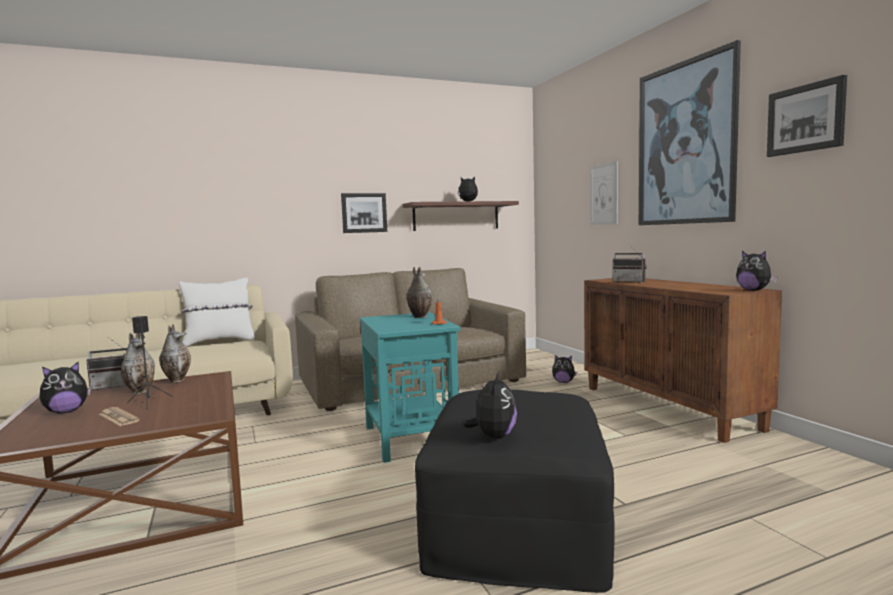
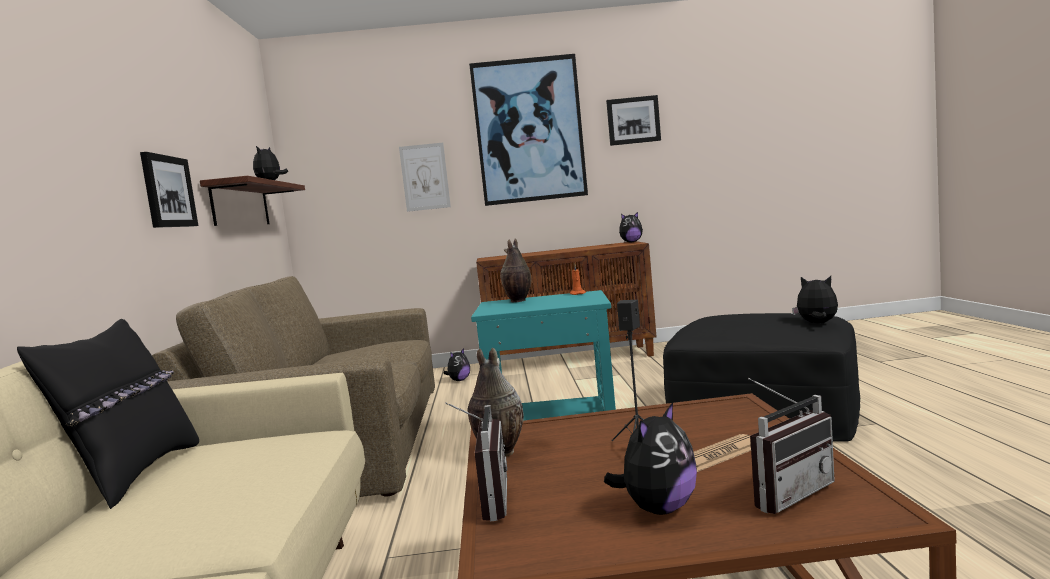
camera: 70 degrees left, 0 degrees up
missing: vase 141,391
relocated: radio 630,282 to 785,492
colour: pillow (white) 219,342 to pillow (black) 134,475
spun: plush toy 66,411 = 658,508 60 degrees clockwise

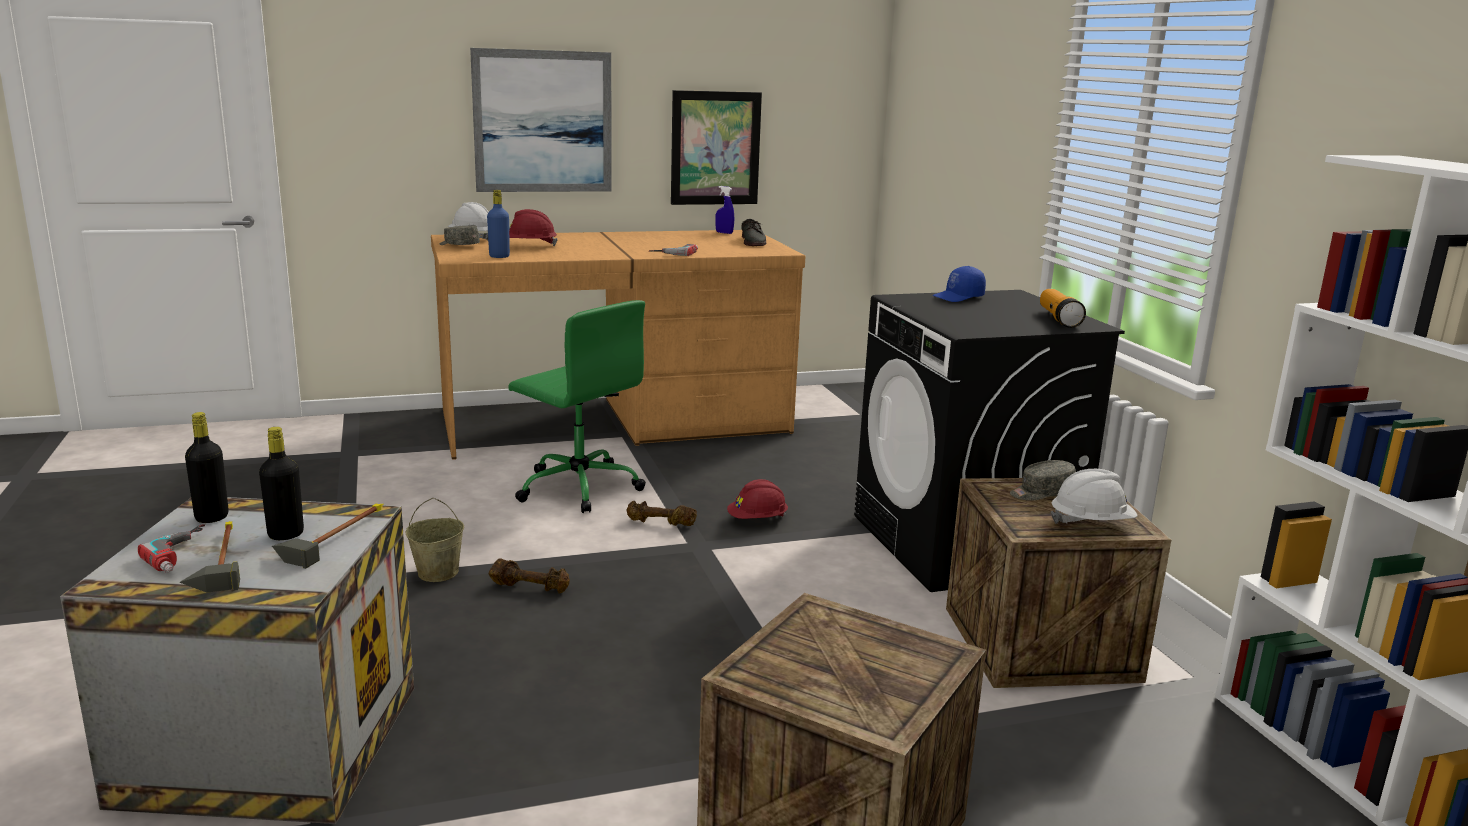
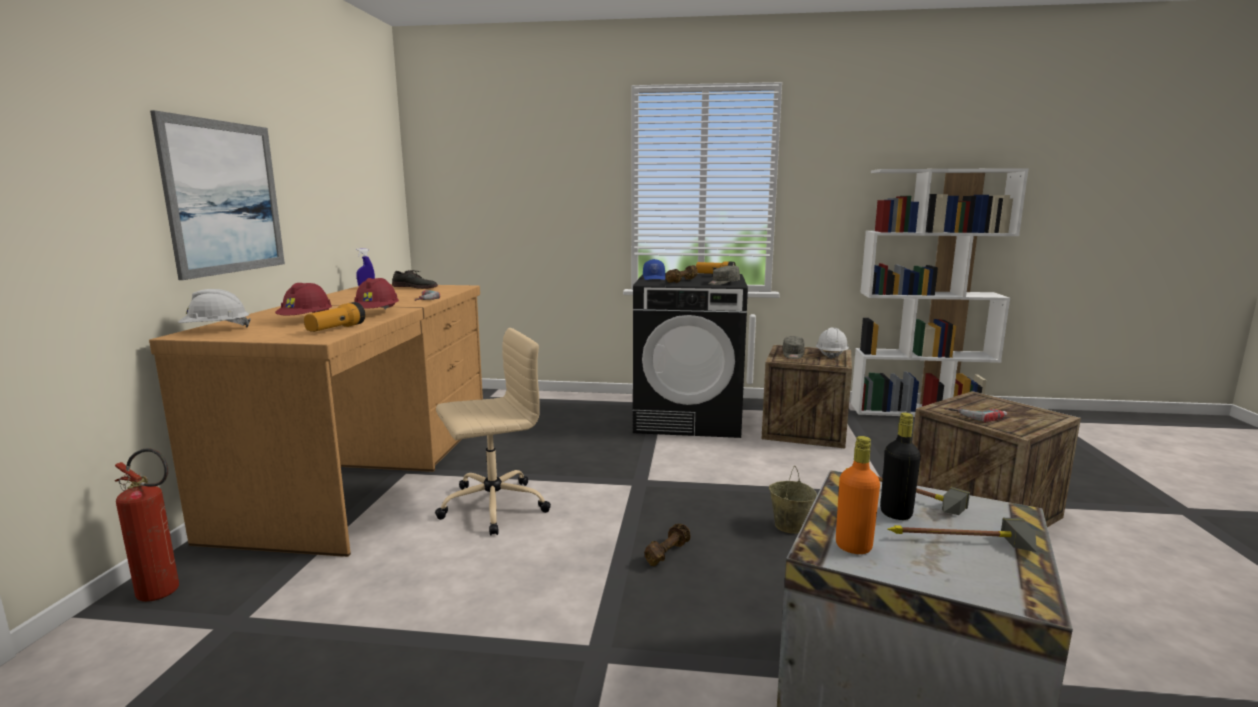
camera: 65 degrees left, 5 degrees down
missing: picture 715,148
appeared: fire extinguisher 165,593
relocated: power drill 186,554 to 975,415; bucket (beige) 438,573 to 789,525; cap (grey) 458,246 to 723,283; dumbbell (brown) 660,524 to 682,281; hard hat (red) 757,520 to 377,313
exchanged: bottle (blue) 499,256 to flashlight 336,329
colour: bottle (black) 212,517 to bottle (orange) 853,547; office chair (green) 578,487 to office chair (beige) 491,506

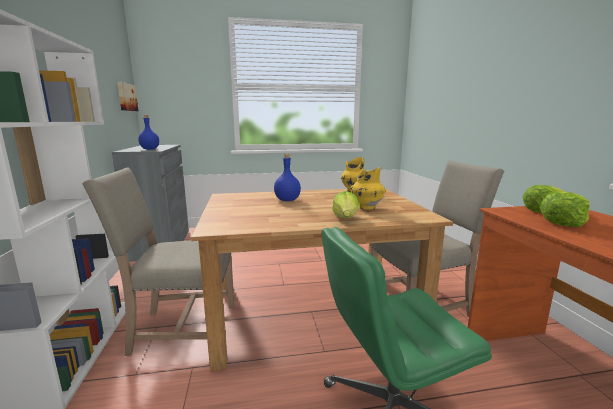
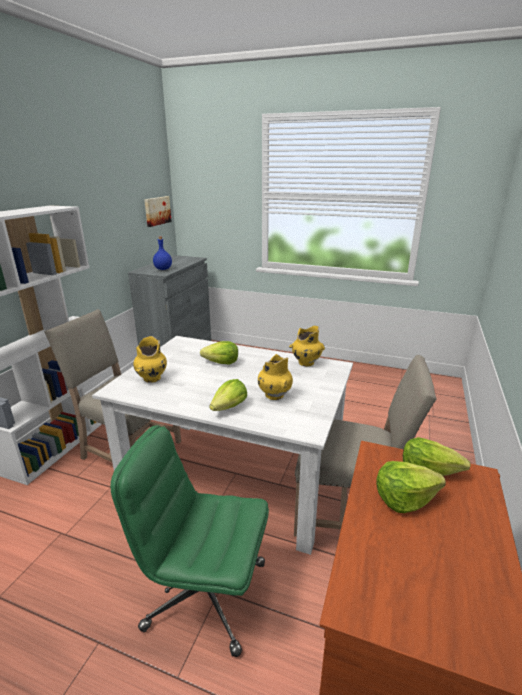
camera: 30 degrees right, 10 degrees up
appeared: vase (yellow) 151,379
exchanged: bottle (blue) 288,200 to lettuce 221,363
colour: dining table (brown) 313,312 to dining table (white) 237,474

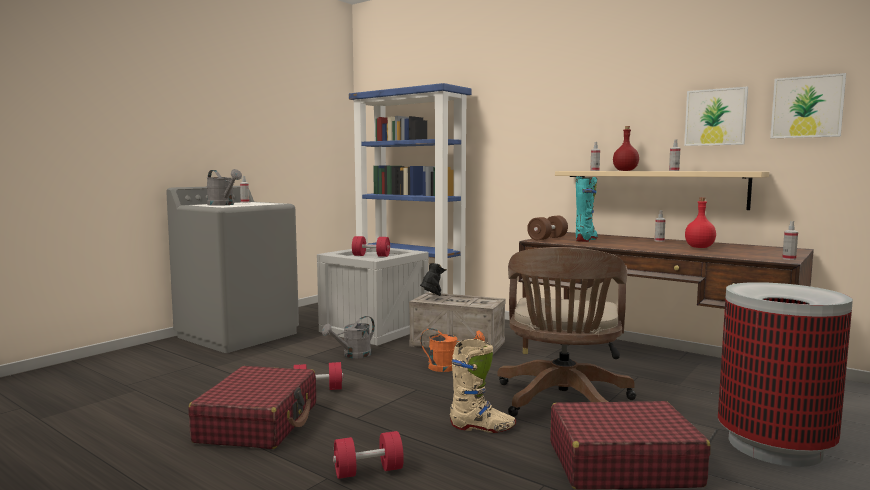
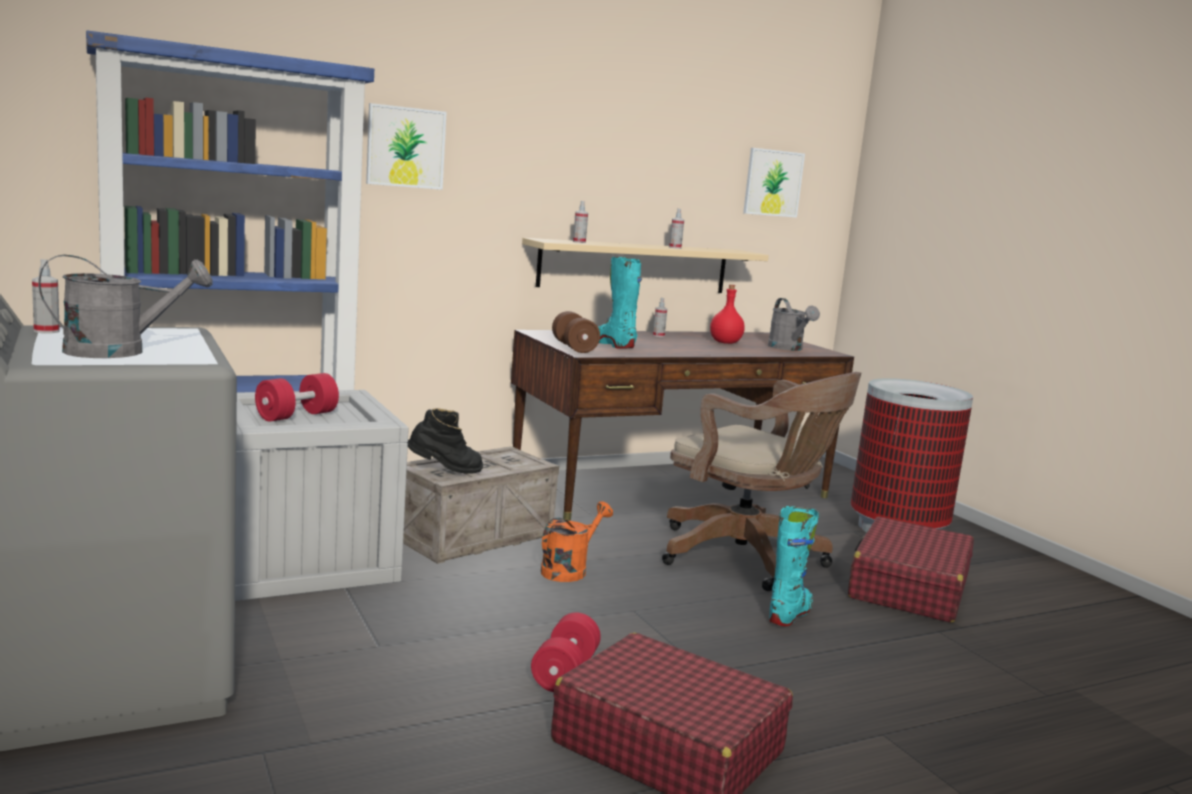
camera: 65 degrees left, 5 degrees up
missing: dumbbell (red) 368,471; bottle (red) 625,170; spray bottle 789,259
relocated: watering can (grey) 352,355 to 788,348; picture 715,117 to 406,147
colour: boot (beige) 482,428 to boot (turquoise) 790,614
spun: boot (black) 432,298 = 445,471 120 degrees clockwise

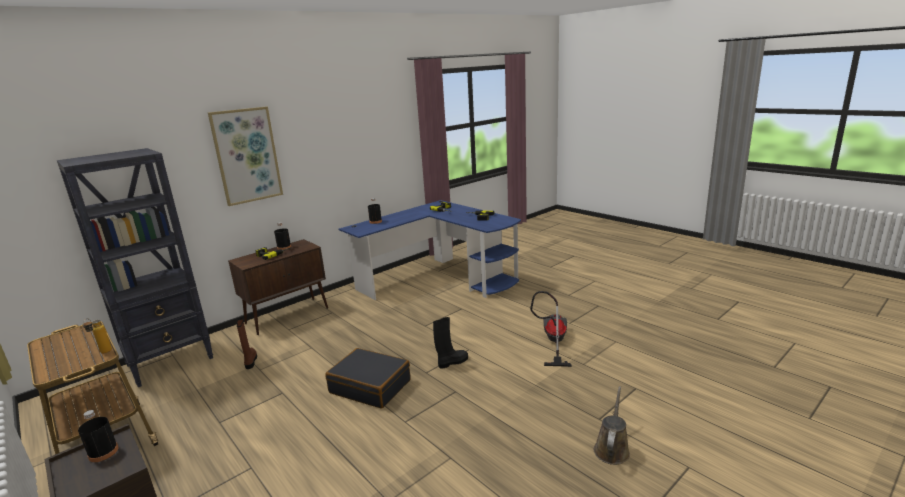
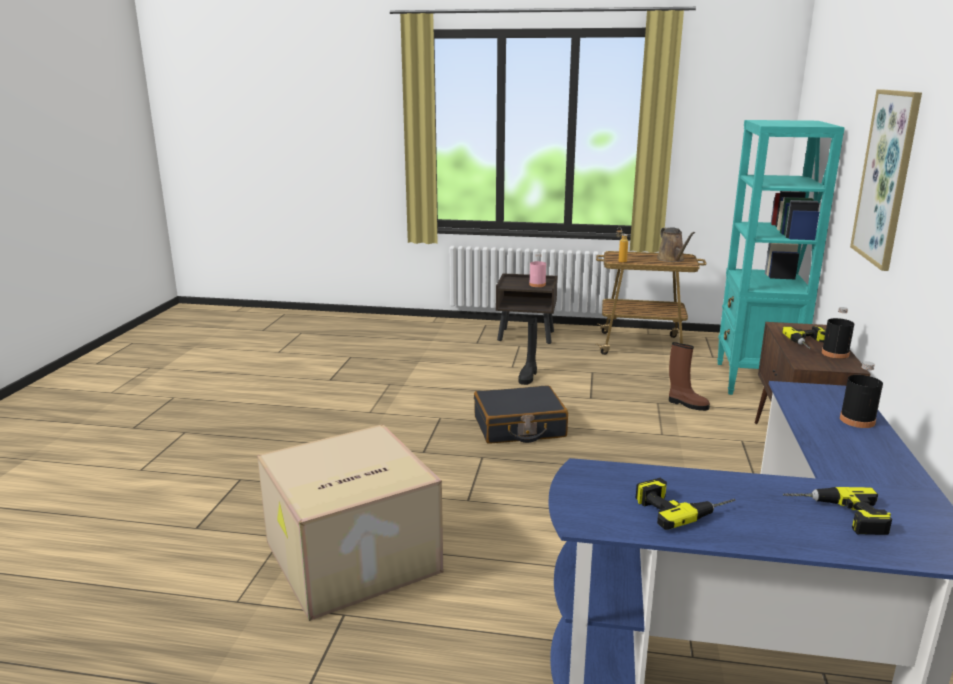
camera: 140 degrees right, 0 degrees up
relocated: boot (black) 452,362 to 528,377; watering can (brown) 612,449 to 672,259
exchanged: vacuum cleaner 552,342 to cardboard box 351,558
colour: bookcase (black) 171,361 to bookcase (turquoise) 755,380; bottle (black) 103,452 to bottle (pink) 537,285

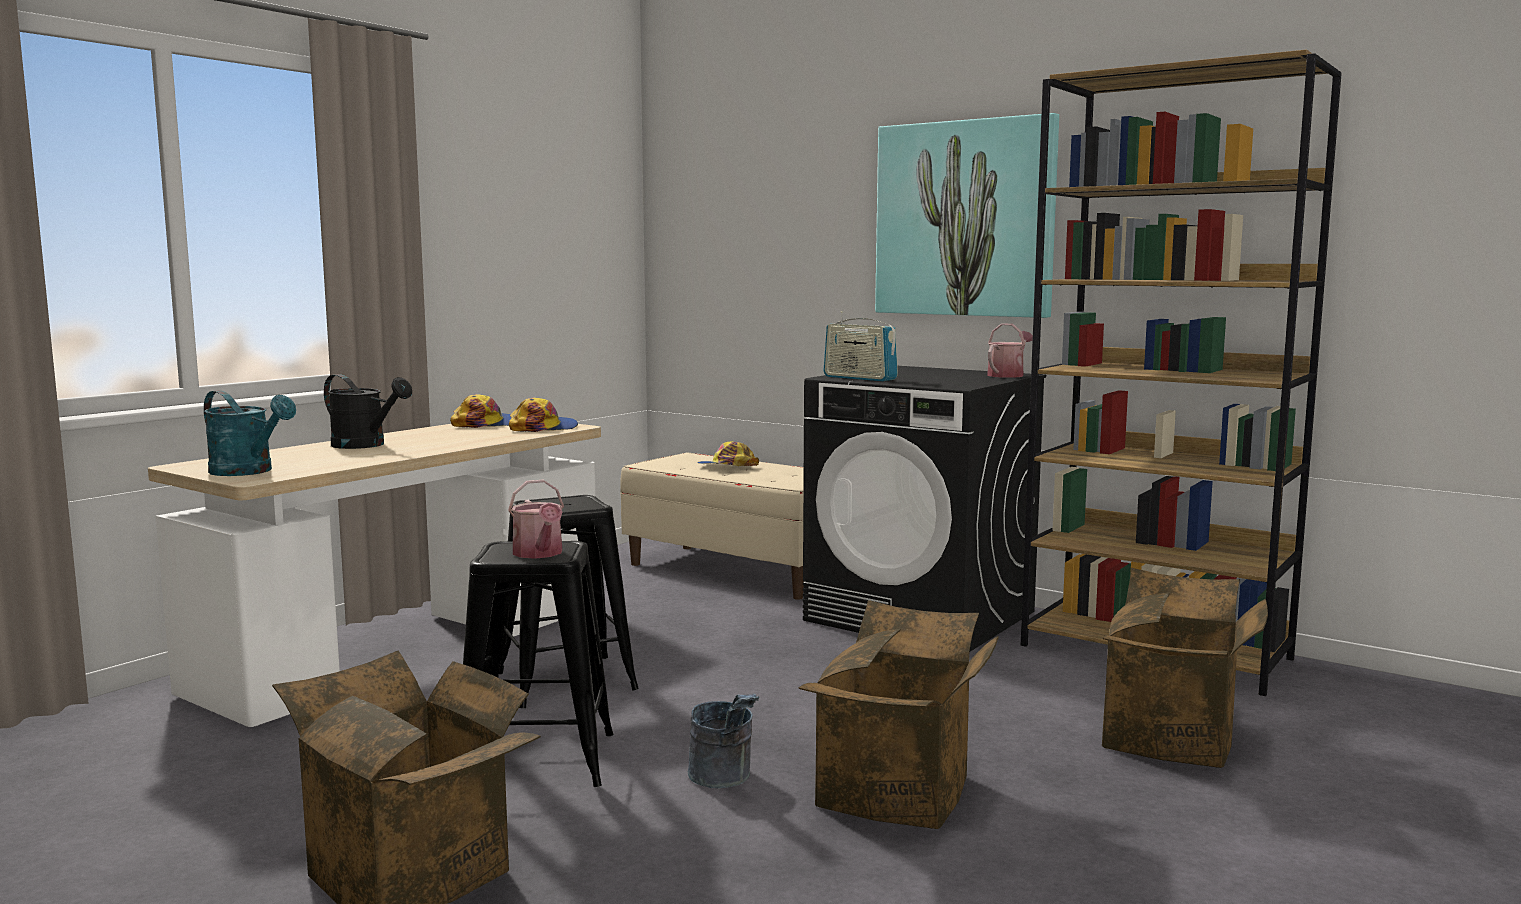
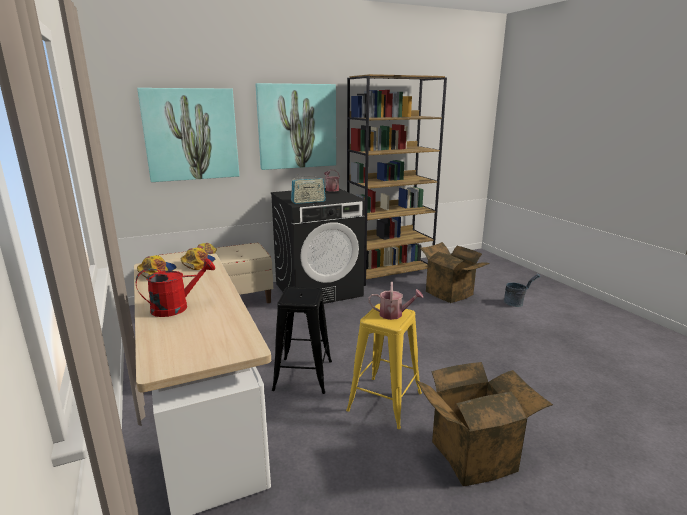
camera: 60 degrees left, 10 degrees up
missing: watering can (turquoise) 248,472; cardboard box 900,794
appeared: picture 191,134
relocated: bucket (grey) 724,779 to 517,303
colour: watering can (black) 366,445 to watering can (red) 176,307; stool (black) 537,760 to stool (yellow) 384,401

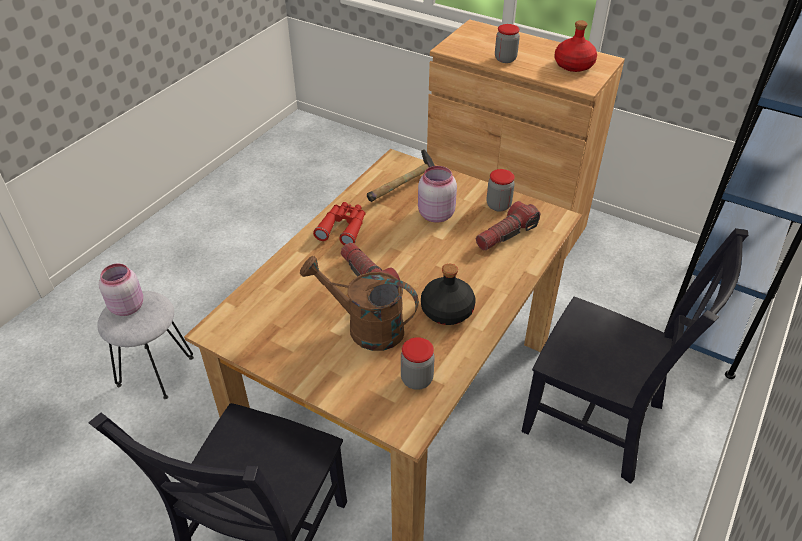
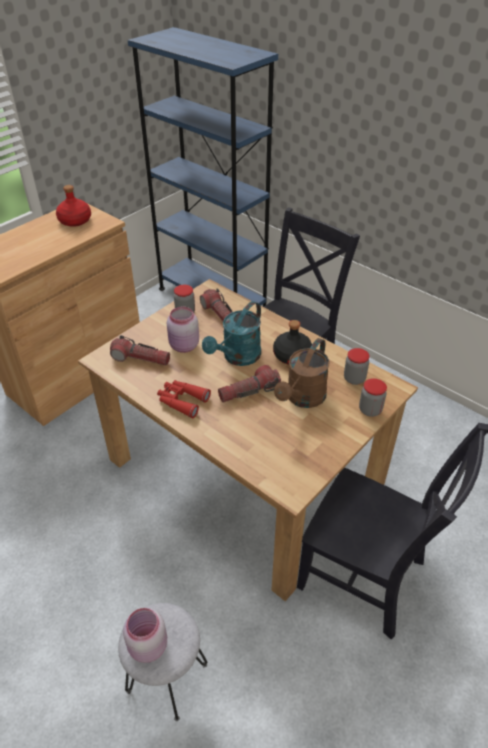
camera: 80 degrees left, 0 degrees up
appeared: watering can (turquoise) 237,358
relocated: jar 505,59 to 370,410
exchanged: hammer 403,187 to flashlight 140,359

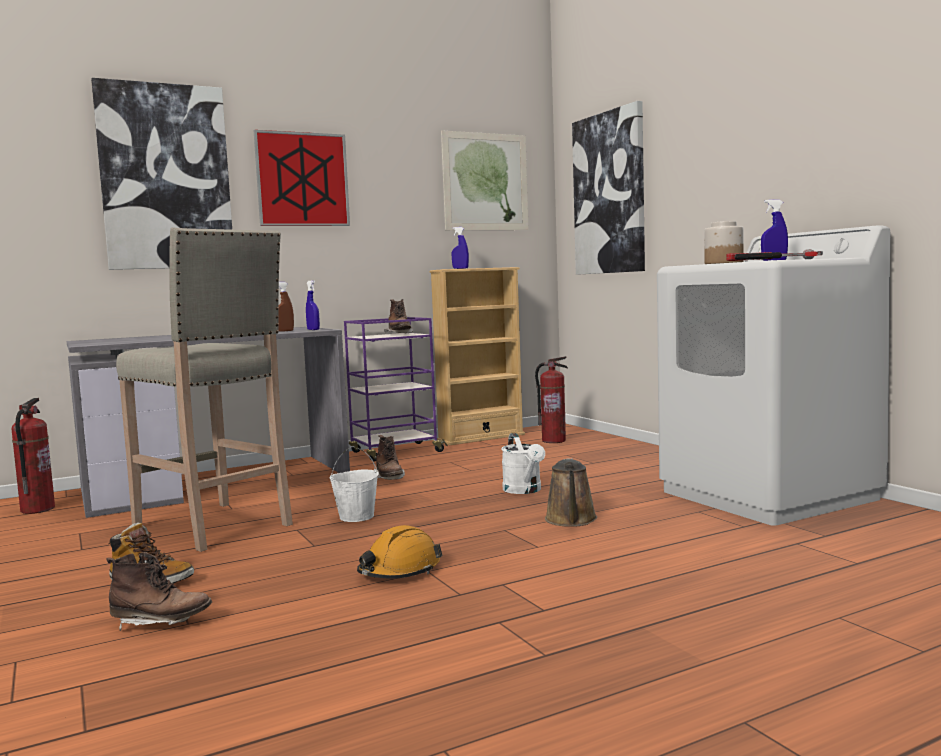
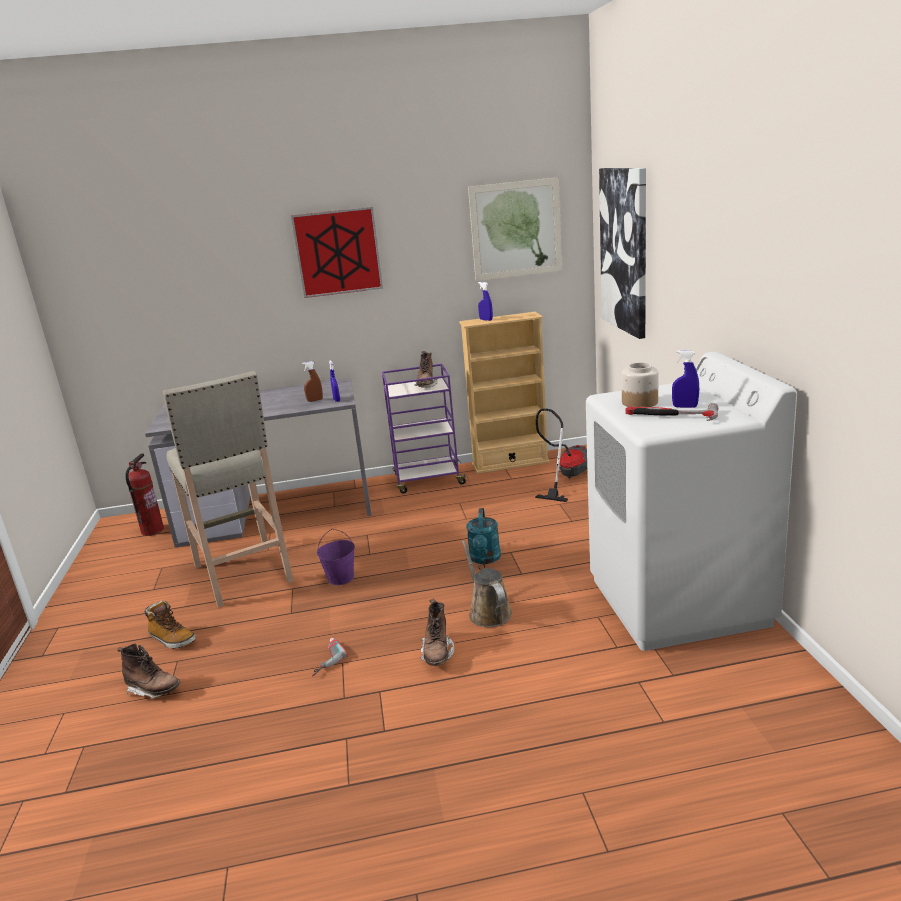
camera: 20 degrees right, 15 degrees up
missing: picture 165,177
relocated: boot (brown) 389,478 to 437,653
exchanged: hard hat (orange) 399,571 to power drill 324,659; fire extinguisher 554,440 to vacuum cleaner 566,477
colour: bucket (white) 356,517 to bucket (purple) 341,578; watering can (white) 524,491 to watering can (turquoise) 485,559
spun: watering can (brown) 571,520 = 488,612 135 degrees clockwise

